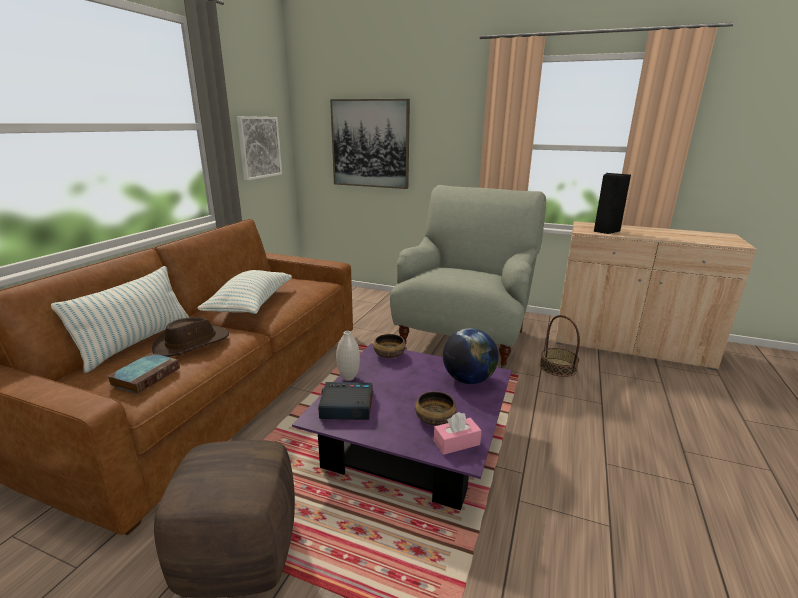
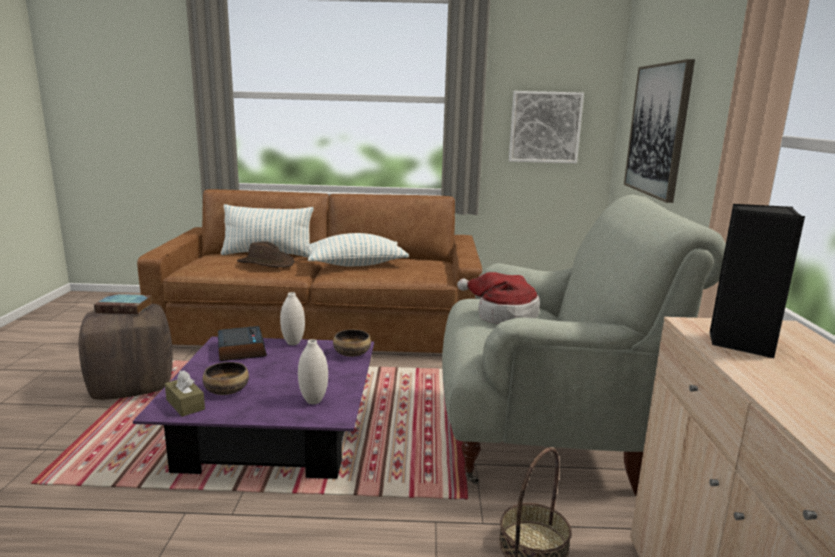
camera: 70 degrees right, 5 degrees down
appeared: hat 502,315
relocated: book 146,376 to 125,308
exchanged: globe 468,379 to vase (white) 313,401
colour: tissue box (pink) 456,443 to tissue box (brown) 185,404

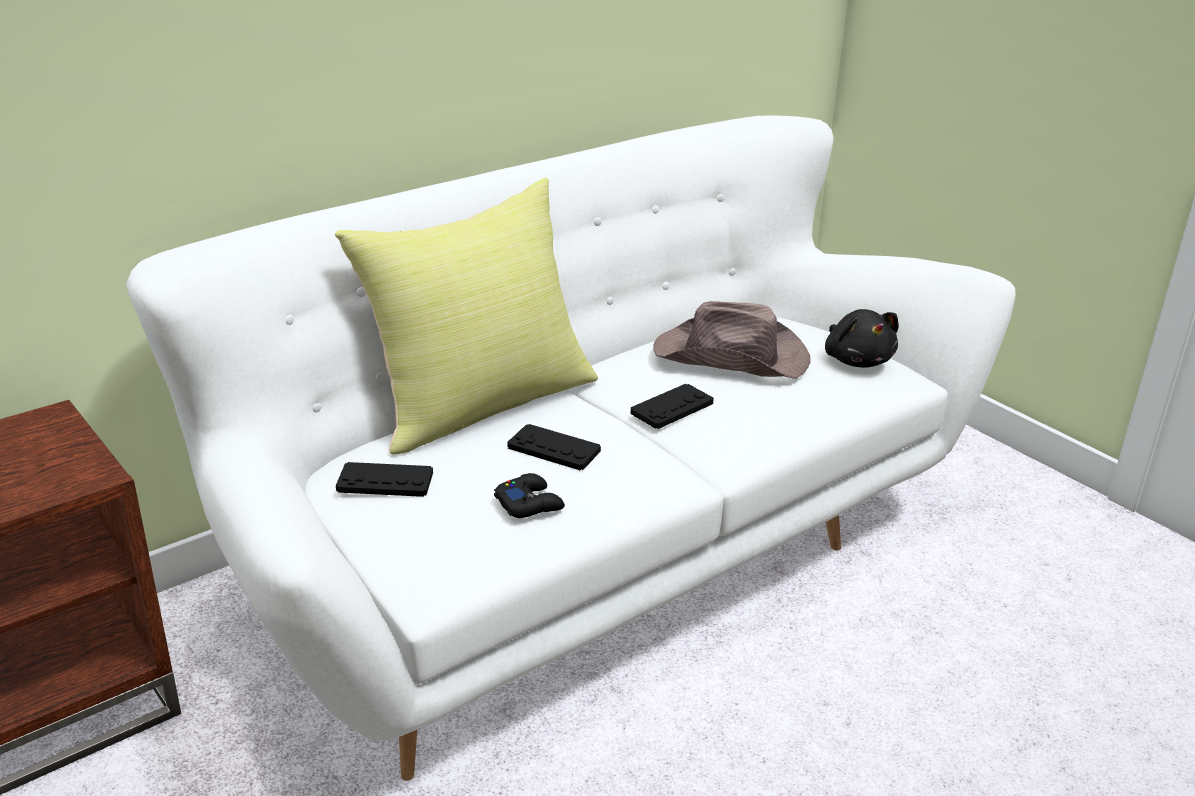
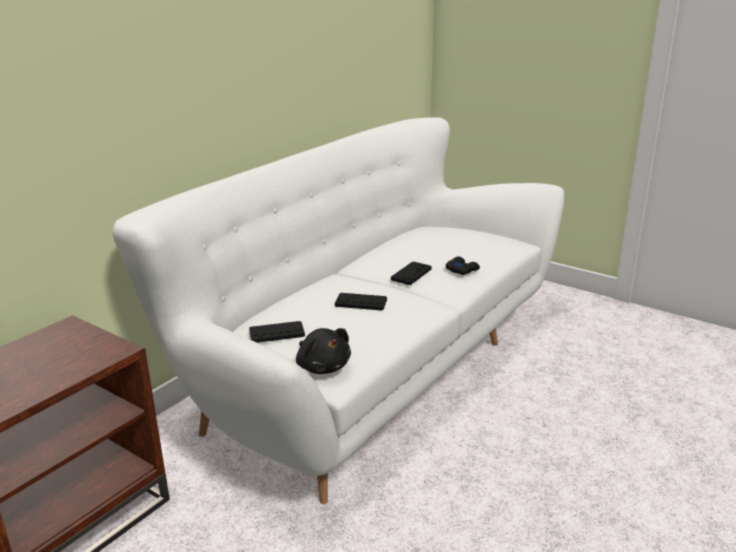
camera: 15 degrees left, 5 degrees down
missing: pillow (yellow) 480,403; hat (brown) 732,357
relocated: game controller (black) 529,503 to 462,270; plush toy (black) 857,360 to 322,366

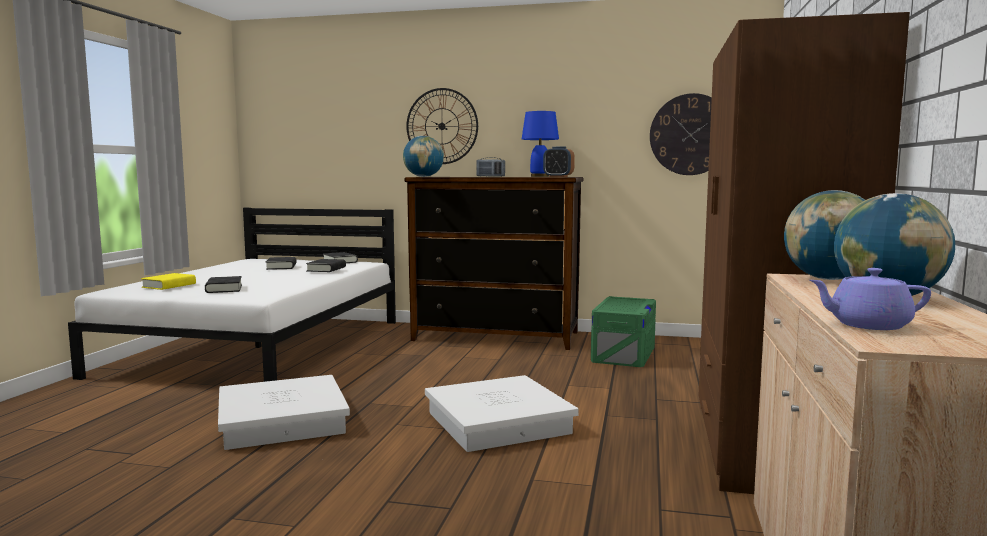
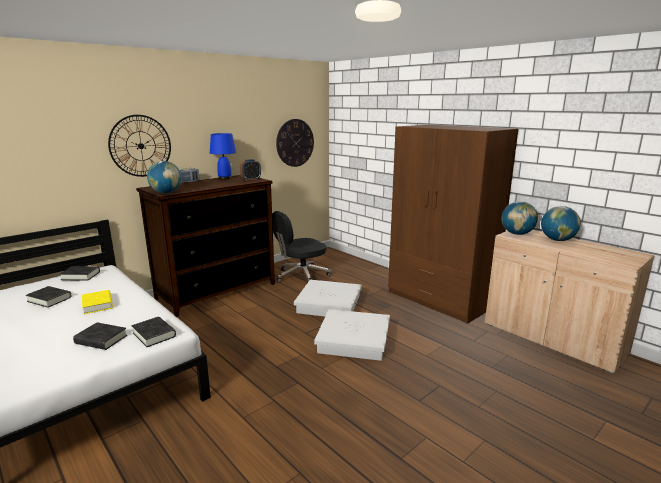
camera: 55 degrees left, 10 degrees up
missing: teapot (purple) 867,325
relocated: book (yellow) 169,285 to 97,304; storage box (white) 283,421 to 329,304; book (black) 326,269 to 154,335
exchanged: storage box (green) 623,354 to office chair (black) 301,276

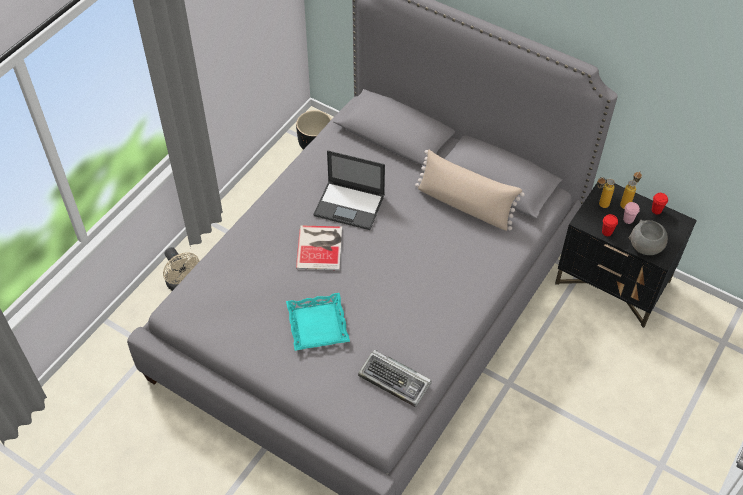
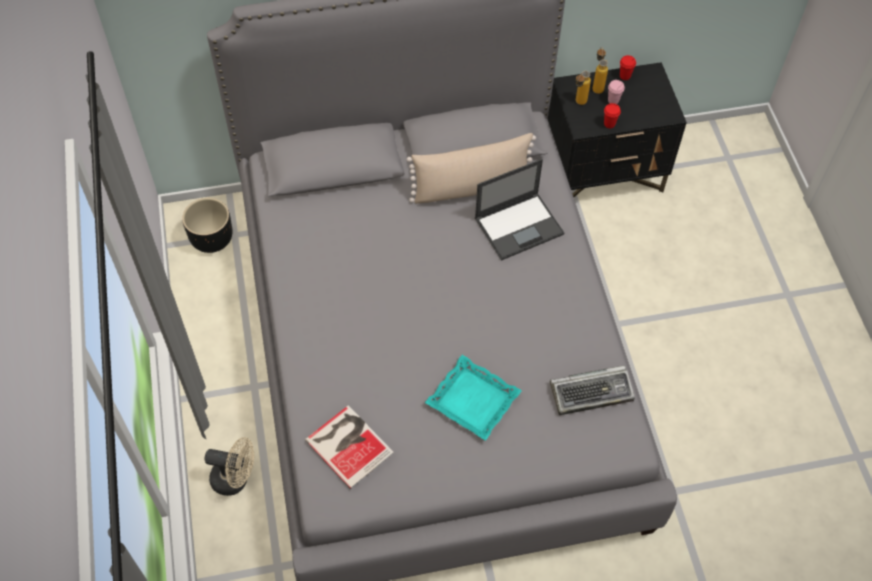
camera: 45 degrees left, 5 degrees up
missing: bowl (grey) 646,247
relocated: book 321,246 to 349,444; laptop 350,205 to 519,225

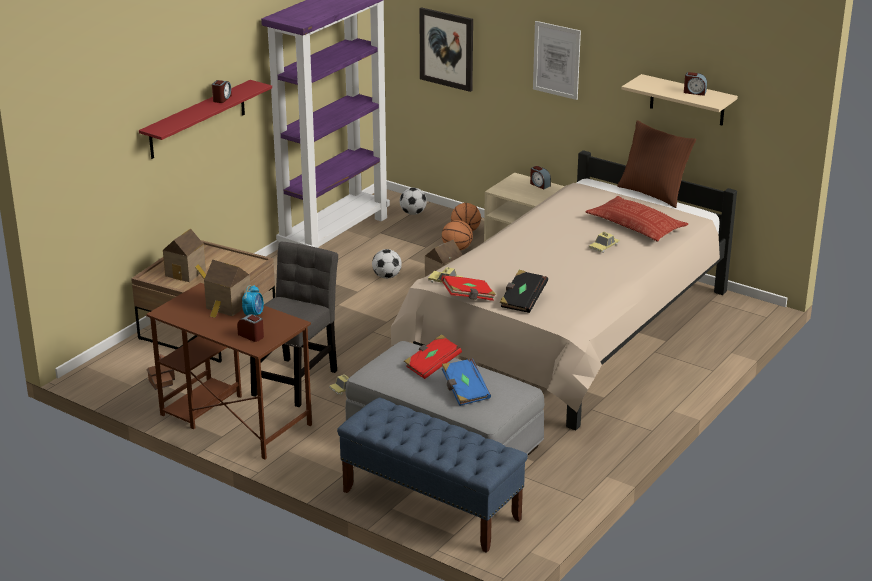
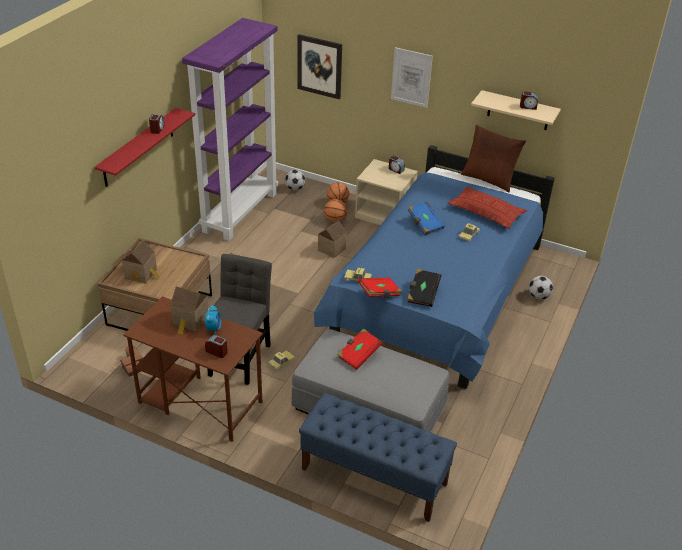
camera: 10 degrees left, 10 degrees up
relocated: football 387,276 to 538,296; book (blue) 464,391 to 424,224
colour: bed (beige) 570,335 to bed (blue) 438,296

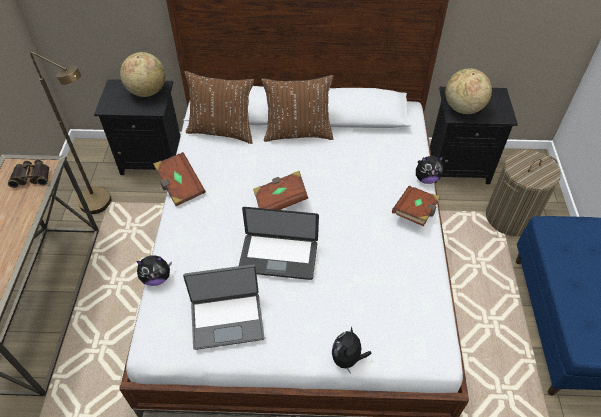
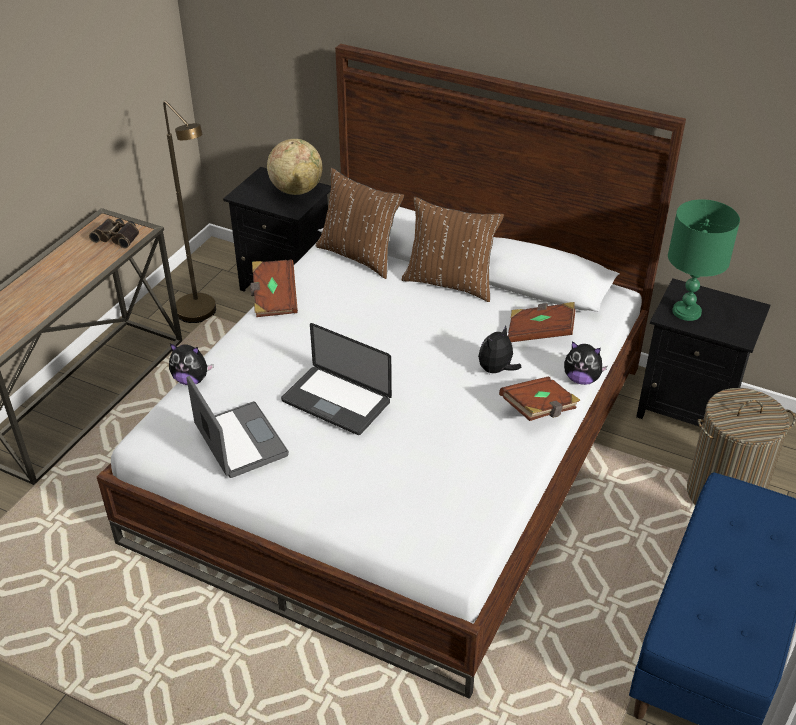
camera: 25 degrees right, 10 degrees down
relocated: book (brown) 280,200 to 540,333; plush toy 347,358 to 496,370
exchanged: globe 463,108 to table lamp (green) 686,311
spun: laptop 227,319 = 239,441 135 degrees counterclockwise

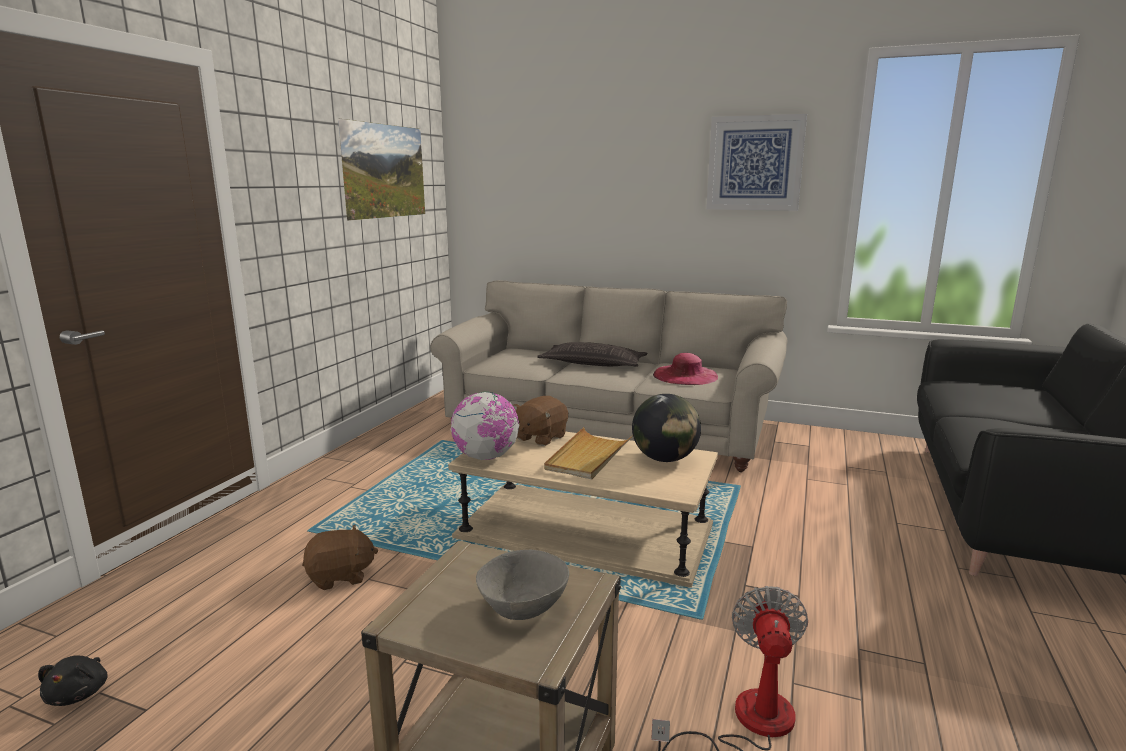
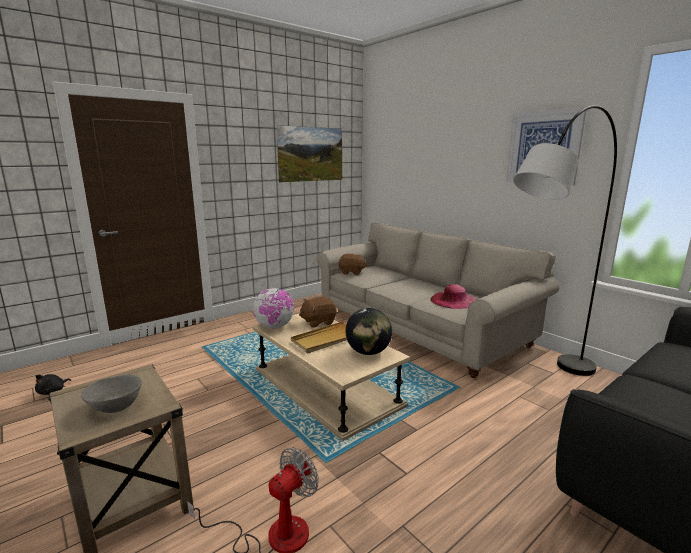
camera: 30 degrees right, 0 degrees up
missing: pillow 593,364
appeared: floor lamp (grey) 544,389
relocated: plush toy (brown) 340,576 to 352,273

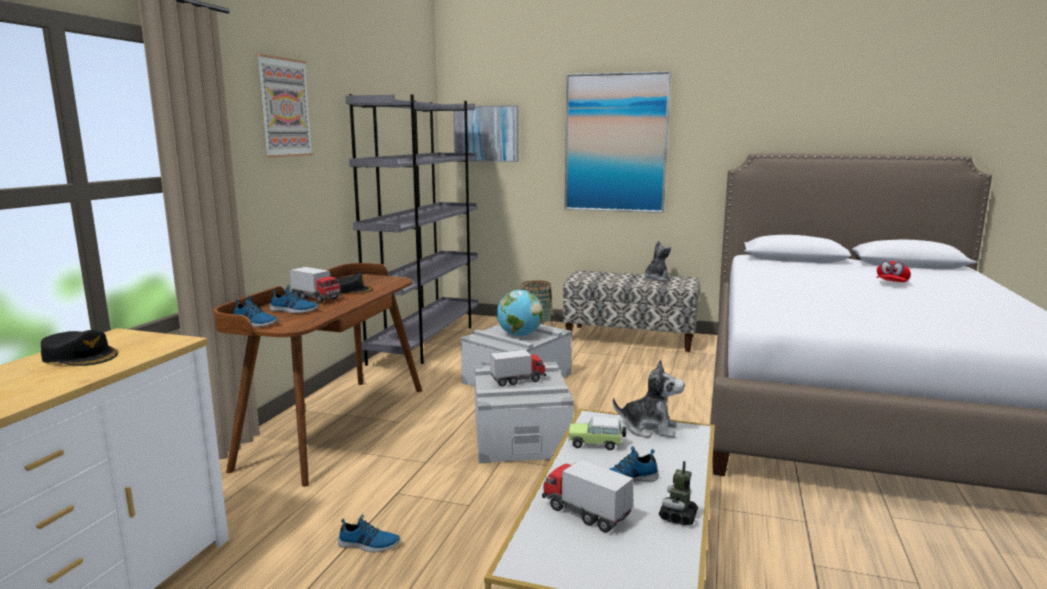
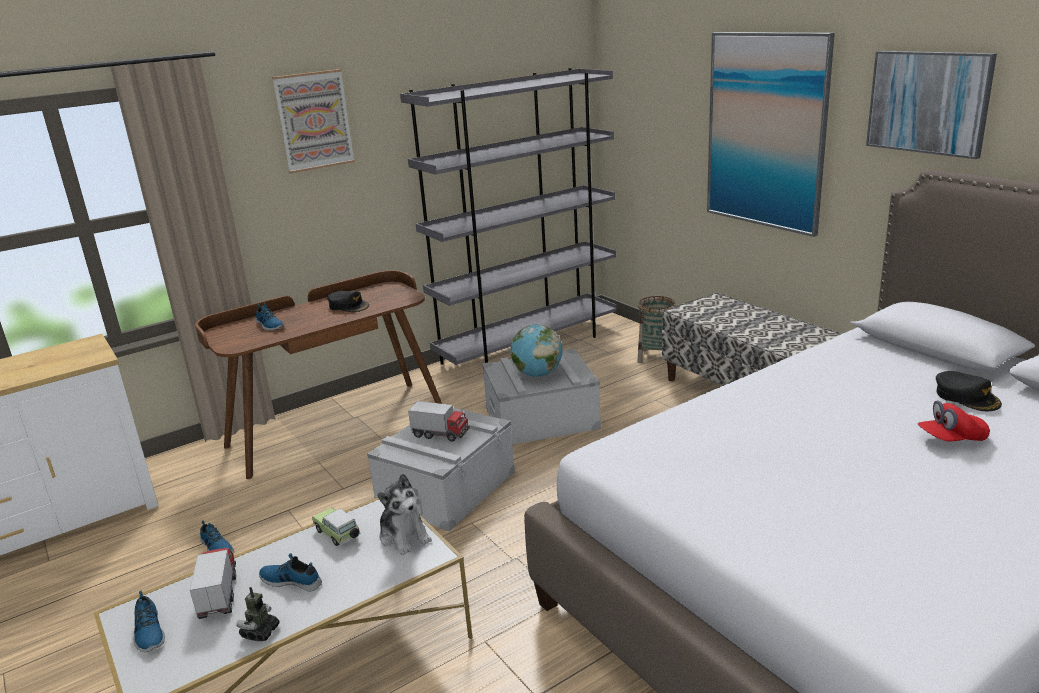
camera: 40 degrees right, 10 degrees up
missing: toy truck 316,298; plush toy 656,278
relocated: cap (black) 80,356 to 967,397; shoe 254,323 to 148,632; picture 486,133 to 928,102
spun: toy robot 678,517 = 260,632 45 degrees counterclockwise

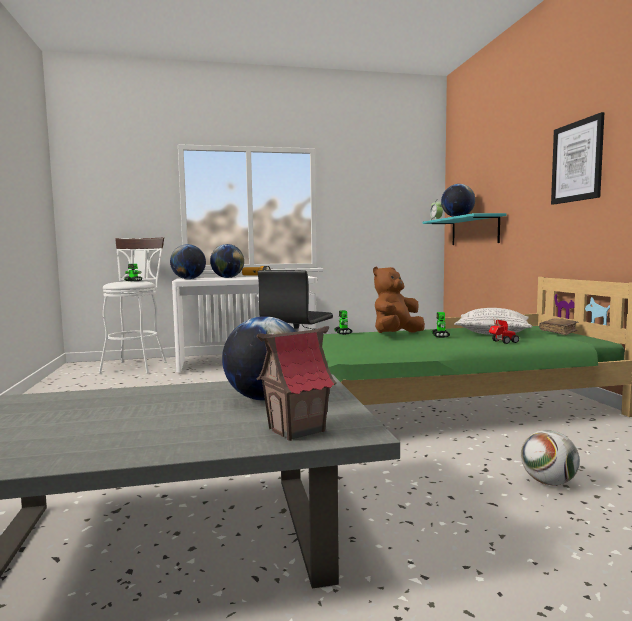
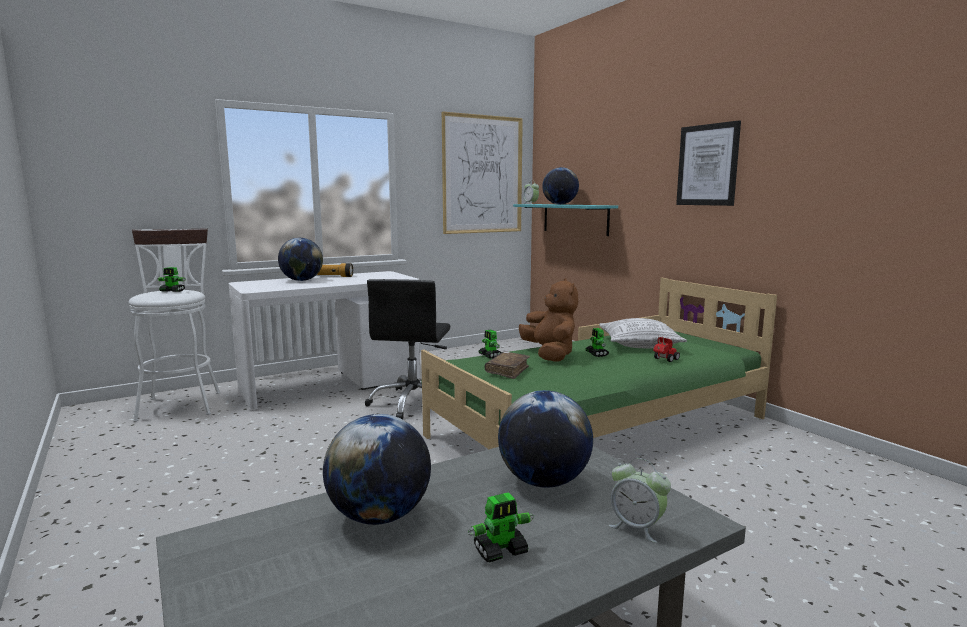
camera: 20 degrees left, 5 degrees up
missing: football 548,482
appeared: picture 482,175; toy robot 501,551
relocated: globe 188,279 to 379,516; book (brown) 558,332 to 507,371
exchanged: toy house 297,430 to alarm clock 637,528
spun: plush toy (brown) 396,335 = 550,355 135 degrees clockwise

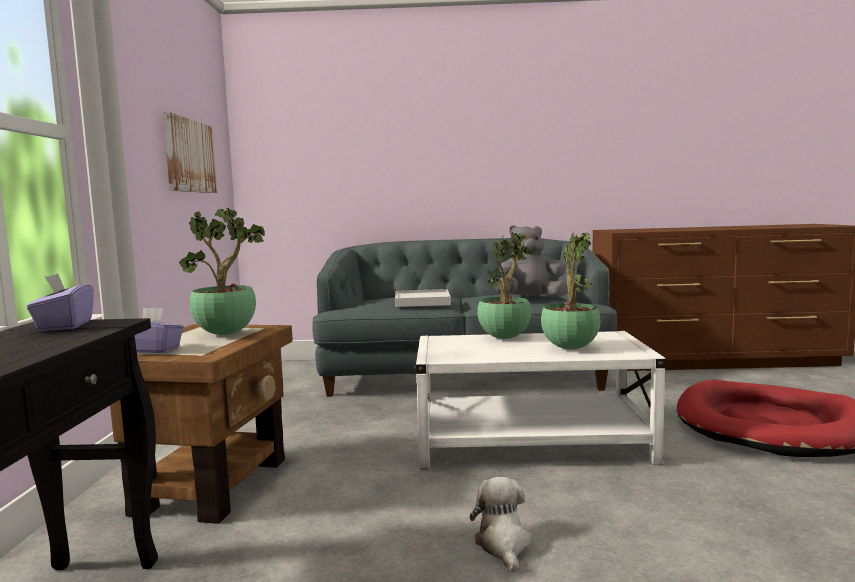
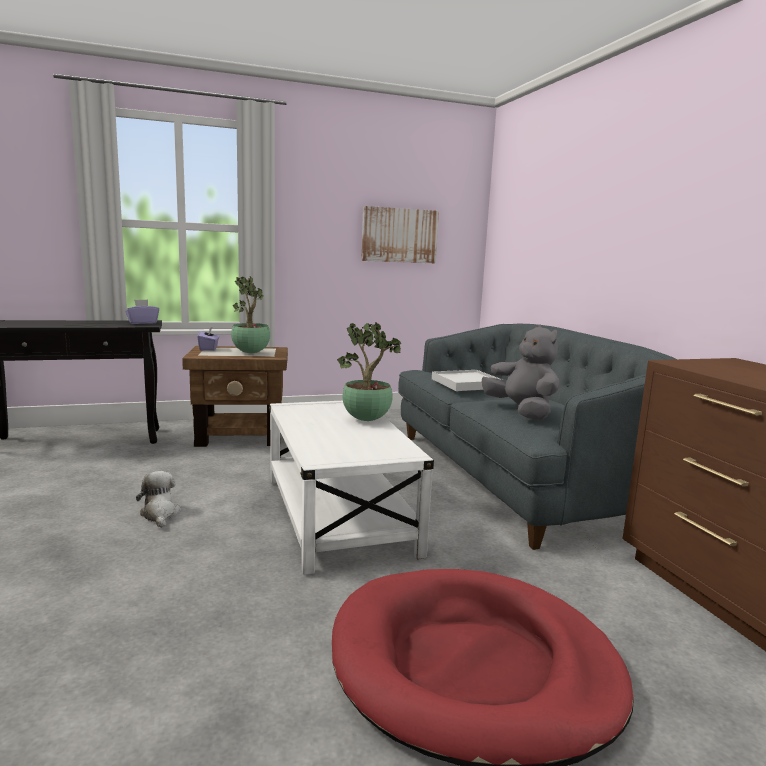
camera: 70 degrees right, 5 degrees up
missing: potted plant 569,348
spun: plush toy 503,545 = 160,514 90 degrees counterclockwise

